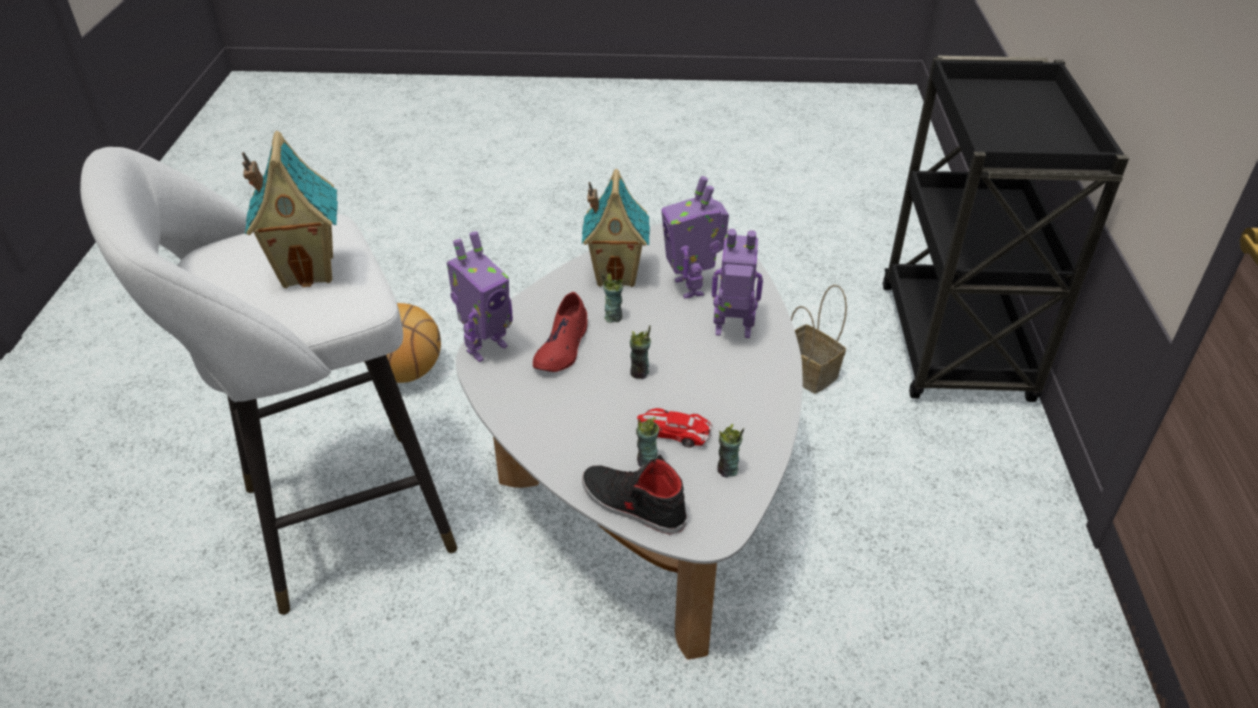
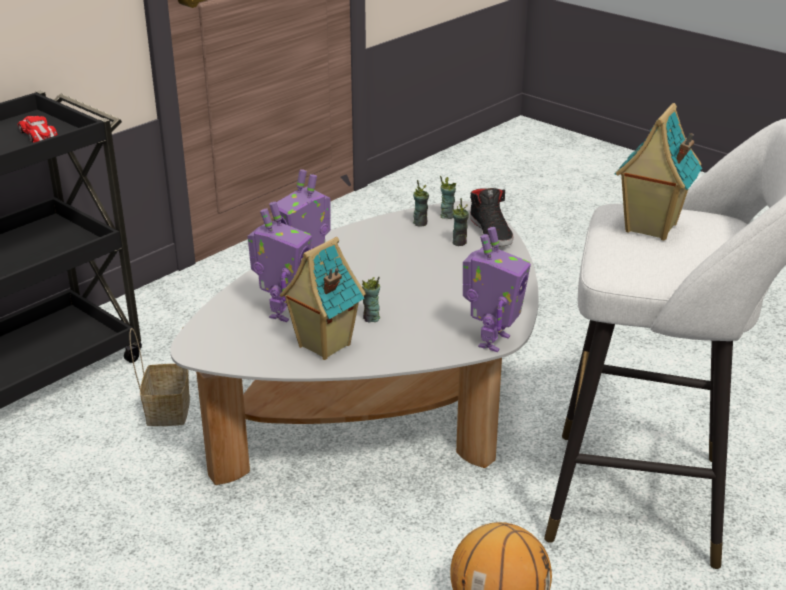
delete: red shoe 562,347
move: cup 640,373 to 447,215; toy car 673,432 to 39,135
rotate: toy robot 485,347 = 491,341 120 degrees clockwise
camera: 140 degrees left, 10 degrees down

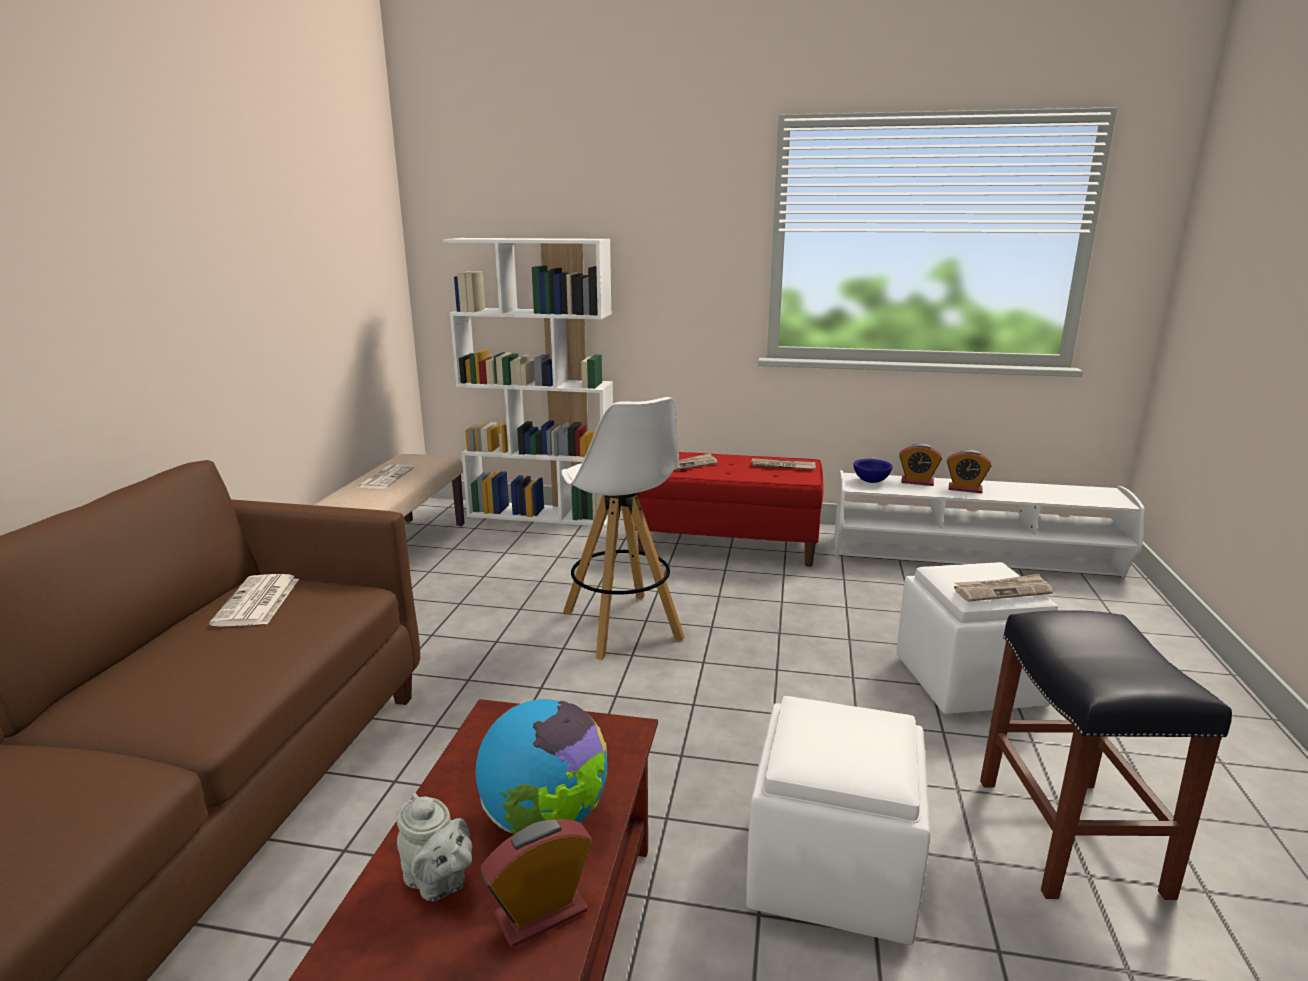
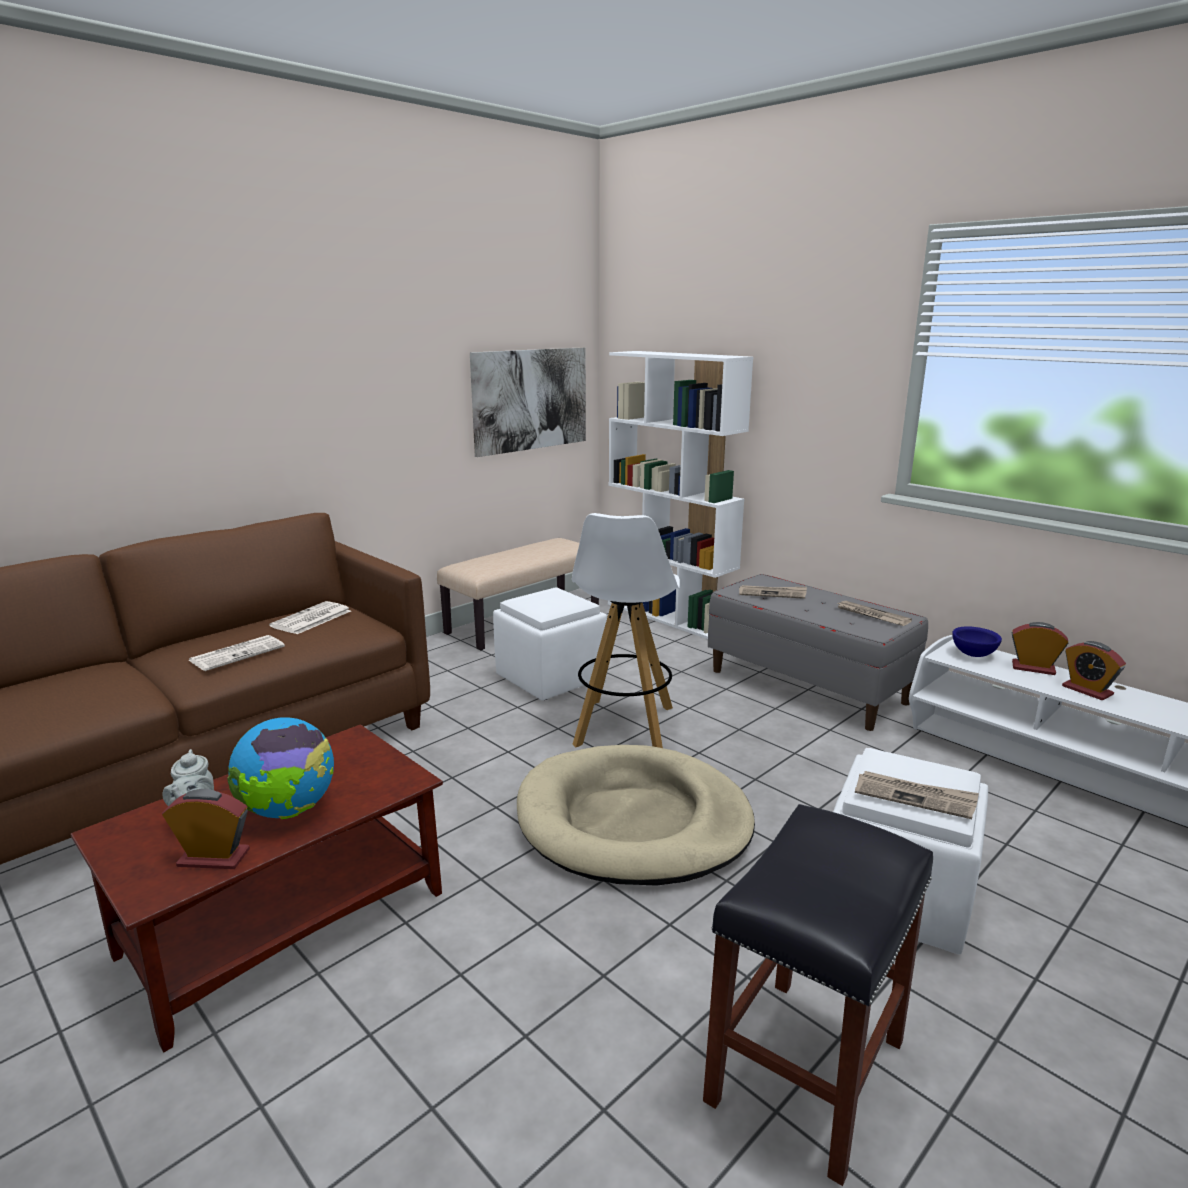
insert: picture 531,399; beige dog bed 633,821
move: newspaper 385,478 to 238,653; white ottoman 830,868 to 551,677
recolor: red bench 727,545 to grey bench 807,686
rotate: alarm clock 917,482 = 1033,668 150 degrees clockwise
camera: 35 degrees right, 0 degrees up

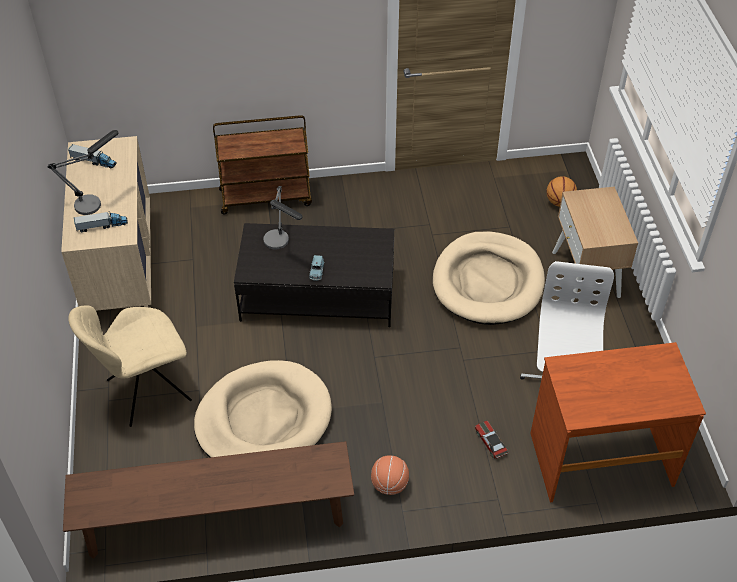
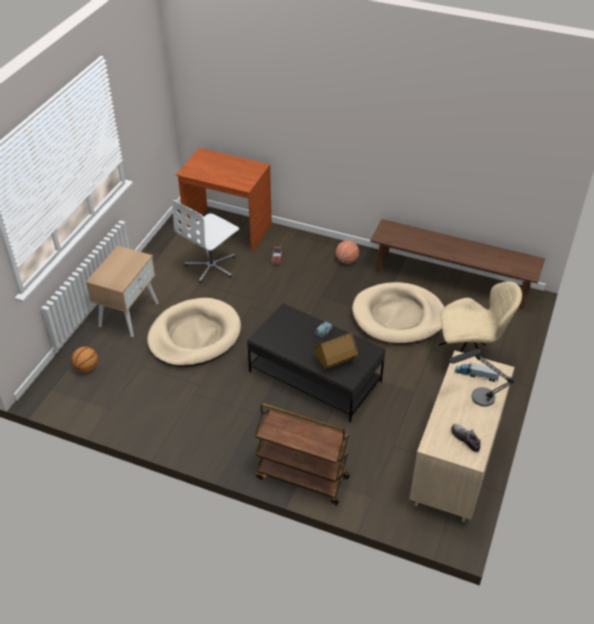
replace: toy truck 93,161 to shoe 465,439; table lamp 281,244 to toy house 335,361
camera: 150 degrees left, 5 degrees down

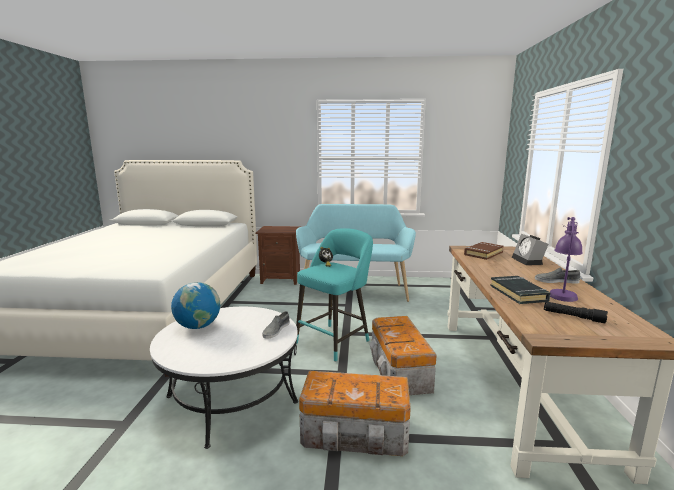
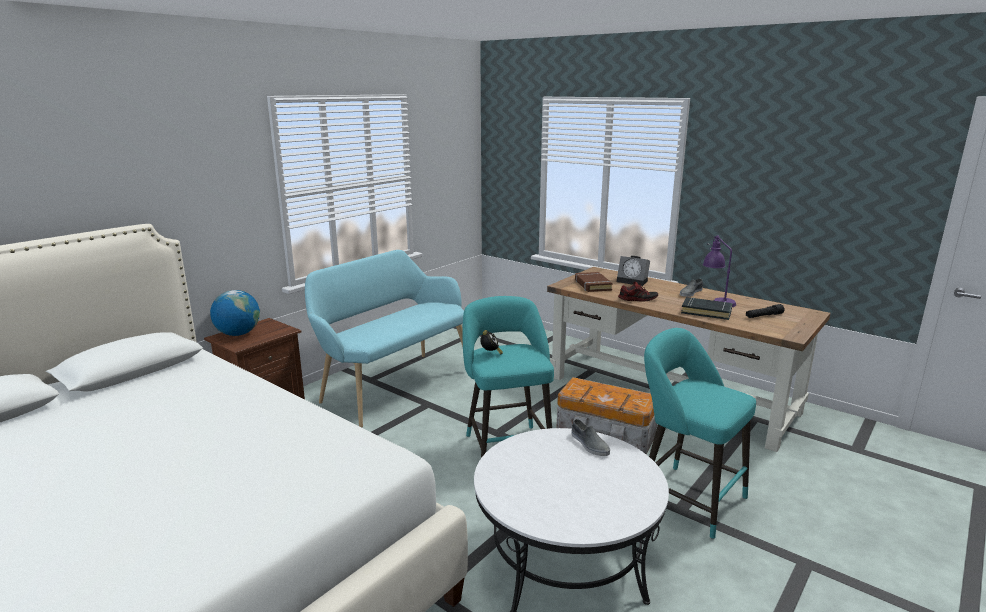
insert: shoe 637,299
move: globe 198,326 to 238,334
replace: storage box 356,433 to turquoise stool 685,498
camera: 55 degrees left, 5 degrees up

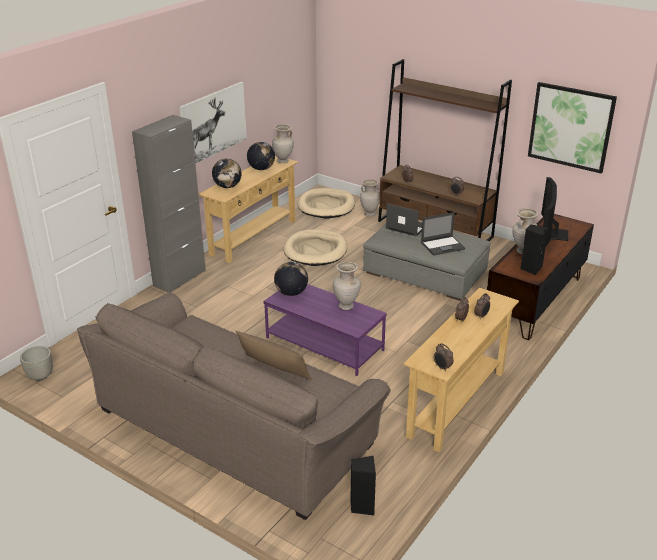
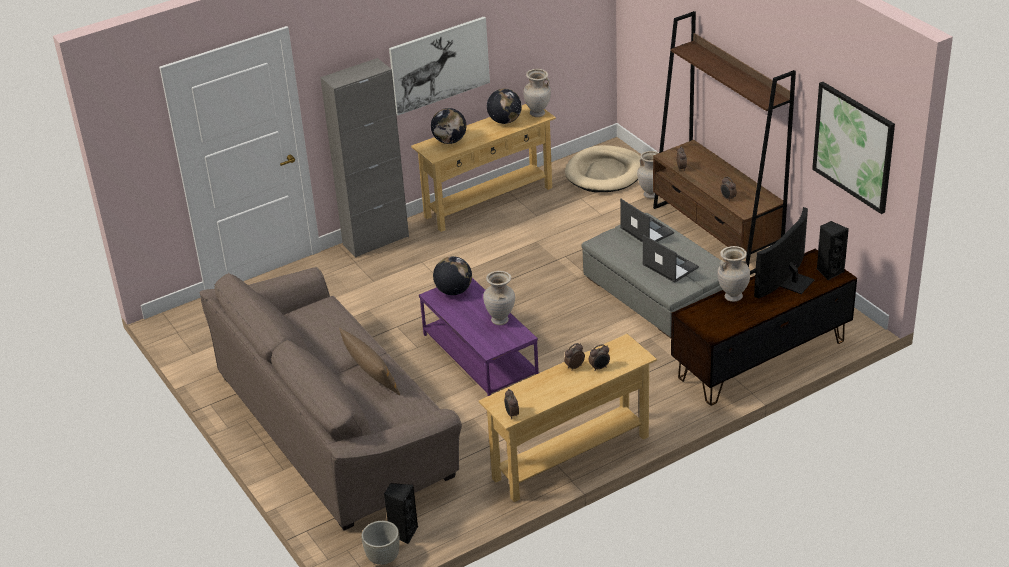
delete: beige dog bed 315,250
move: grey planter 40,376 to 383,558; black speaker 531,268 to 829,271
rotate: laptop 443,246 = 669,266 135 degrees counterclockwise
camera: 25 degrees right, 5 degrees up

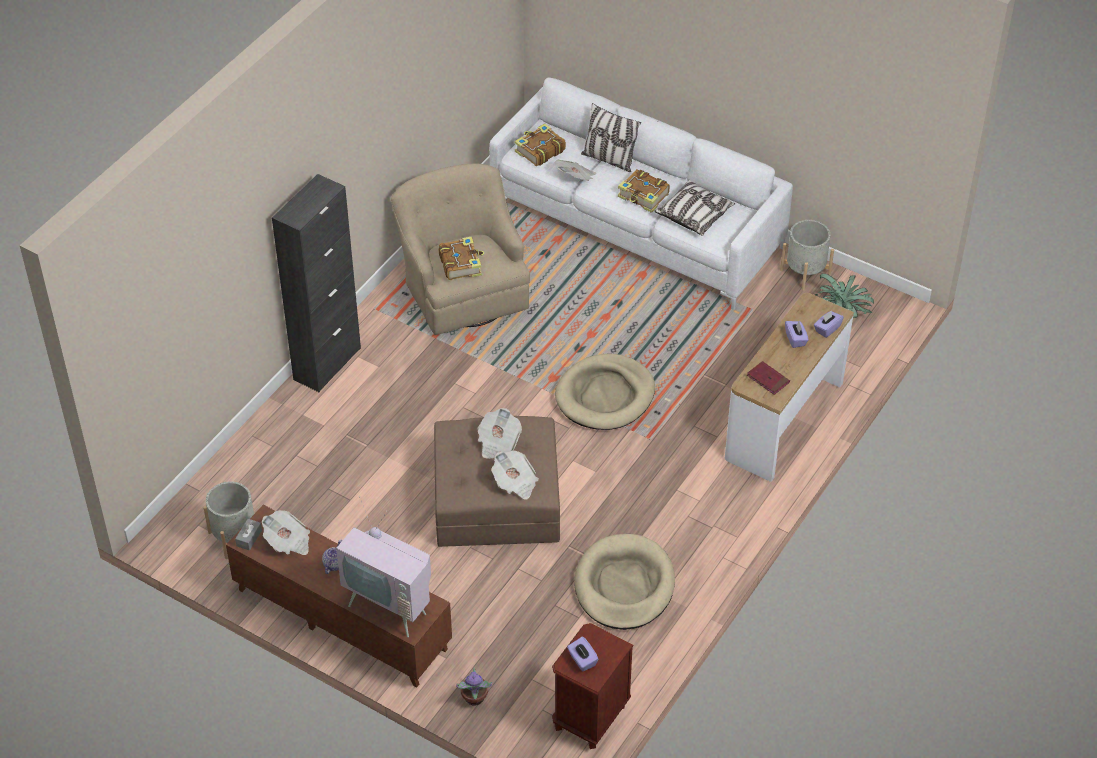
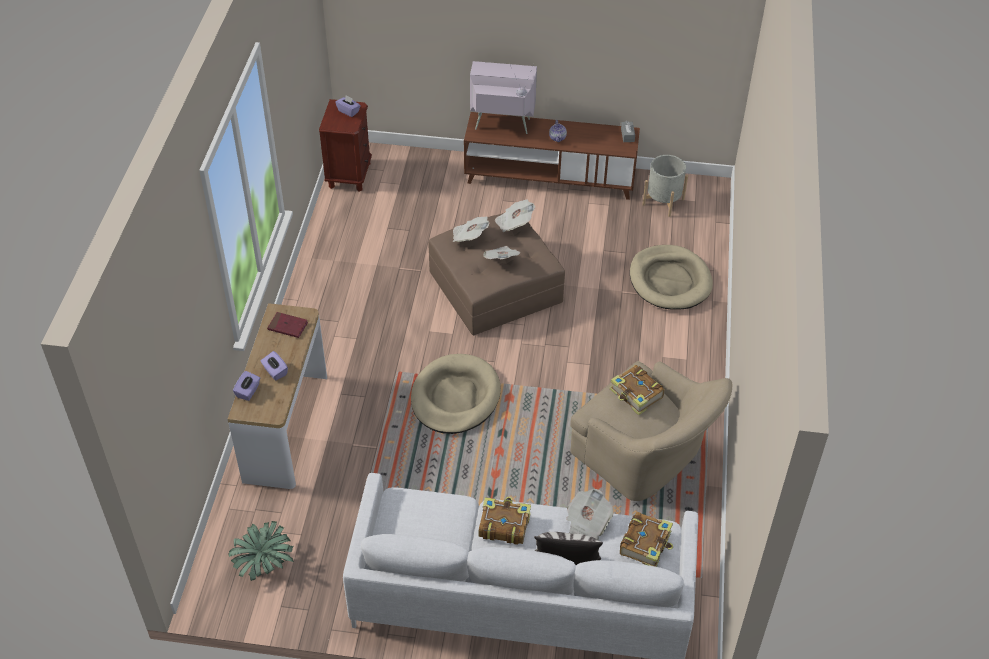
delete: black cabinet 327,364; potted plant 474,699; pillow 694,215; grey planter 805,272
move: newspaper 288,542 to 514,223; beige dog bed 624,585 to 670,280
camera: 155 degrees right, 0 degrees up

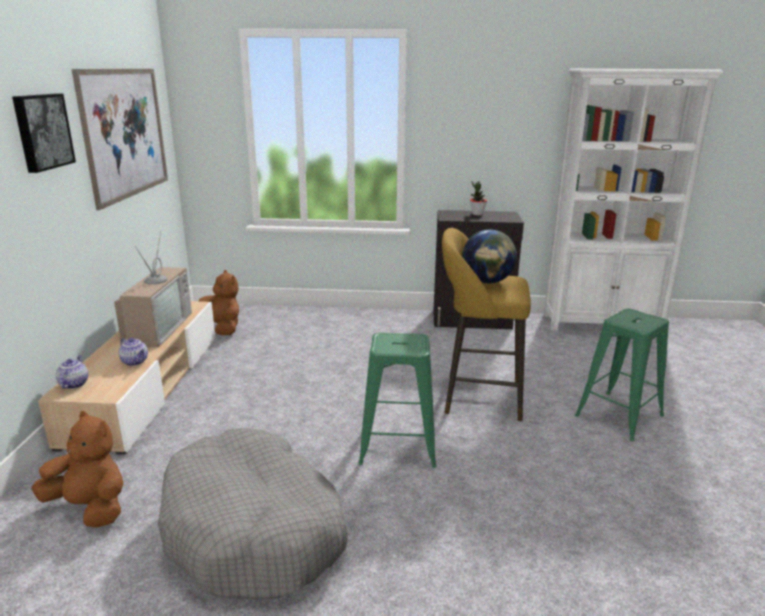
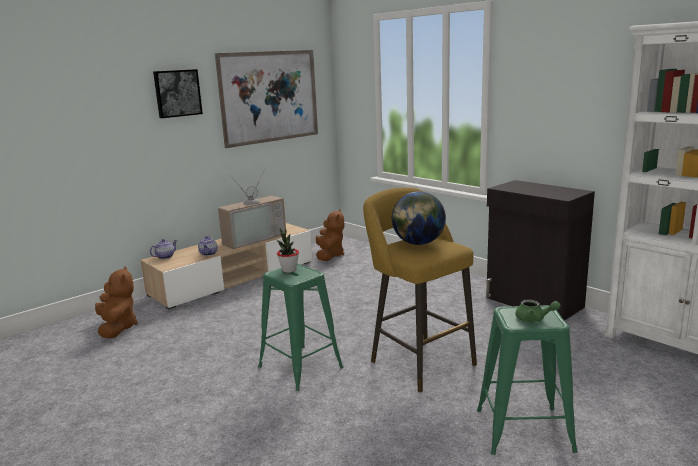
delete: grey dog bed 254,530
insert: green teapot 534,319
move: potted plant 477,214 to 289,270
camera: 45 degrees right, 5 degrees down

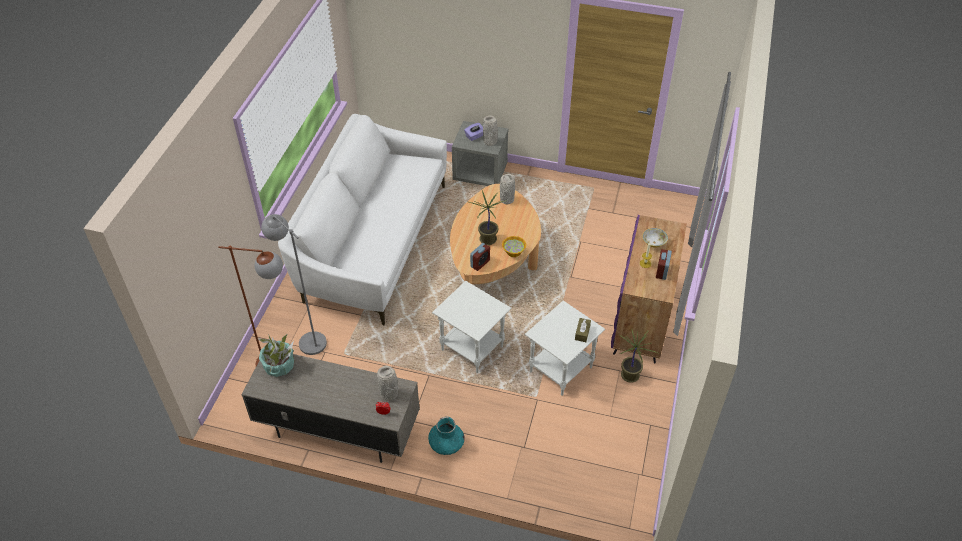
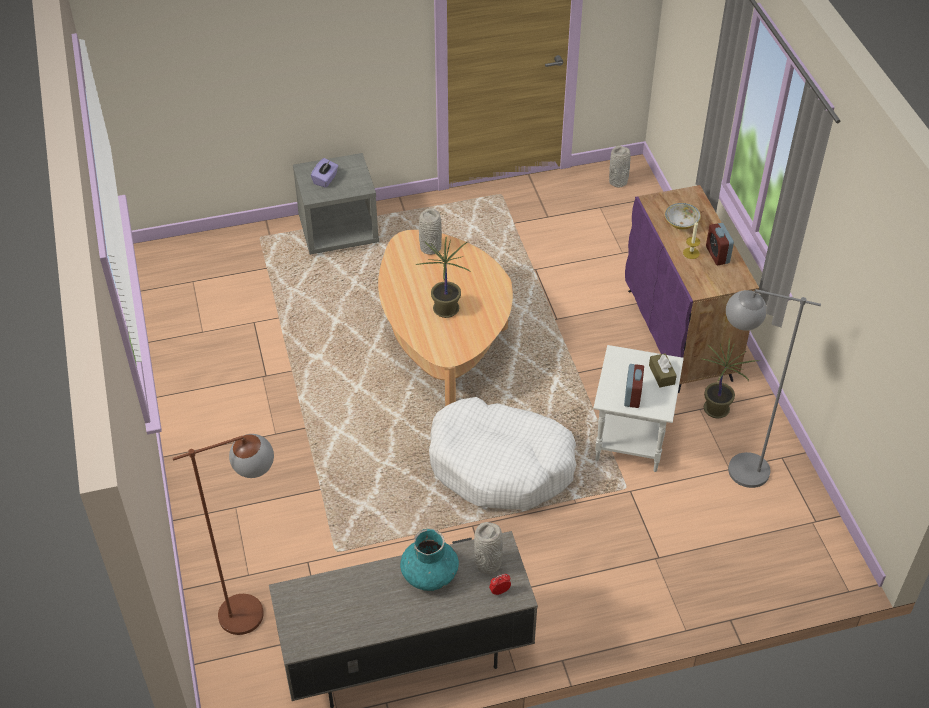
delete: potted plant 279,365; white sofa 373,243; bowl 514,252
move: grey floor lamp 306,338 to 733,467; turquoise vase 446,444 to 429,574; alarm clock 480,263 to 632,396; grey vase 490,142 to 618,181
replace: white side table 471,348 to white dog bed 500,465
camera: 30 degrees left, 0 degrees up

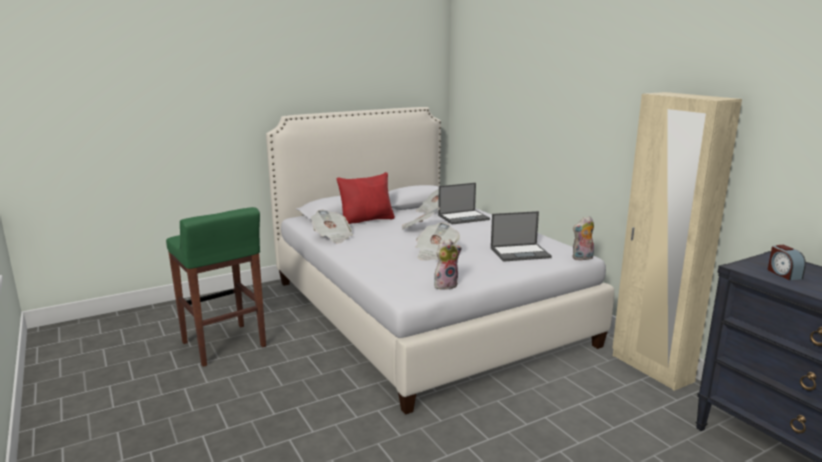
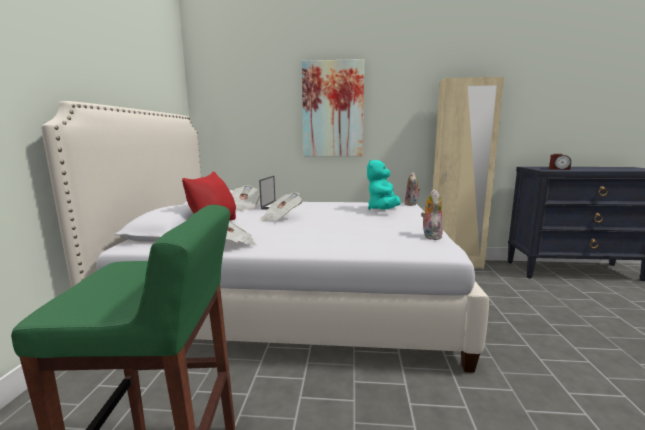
delete: newspaper 435,254
insert: picture 332,109
replace: laptop 520,253 to turquoise plush toy 383,210
camera: 55 degrees left, 5 degrees down

